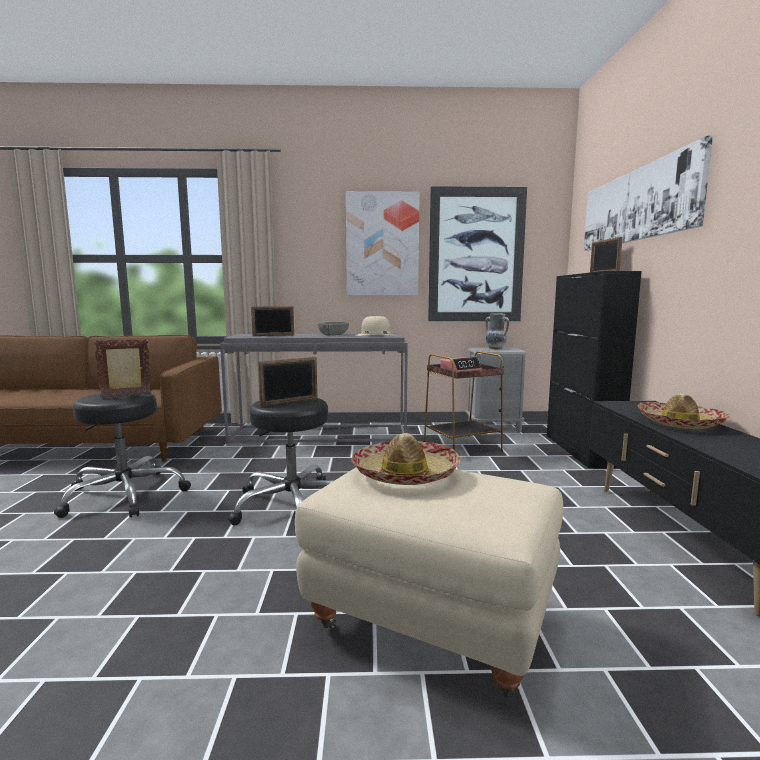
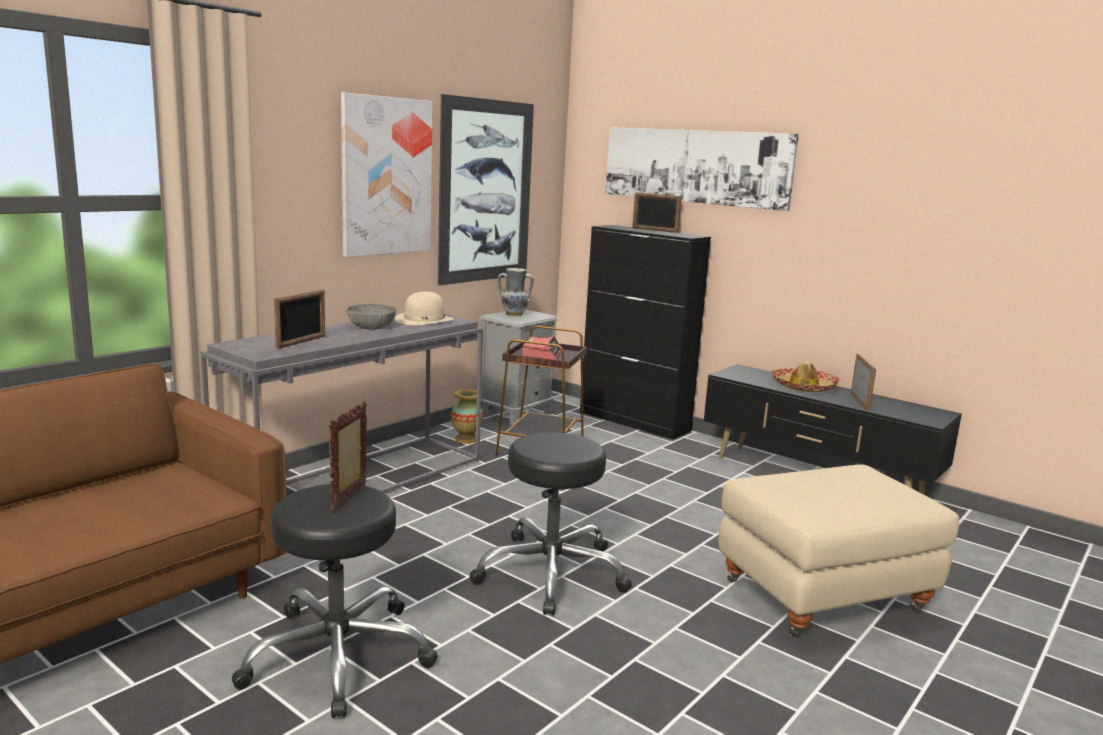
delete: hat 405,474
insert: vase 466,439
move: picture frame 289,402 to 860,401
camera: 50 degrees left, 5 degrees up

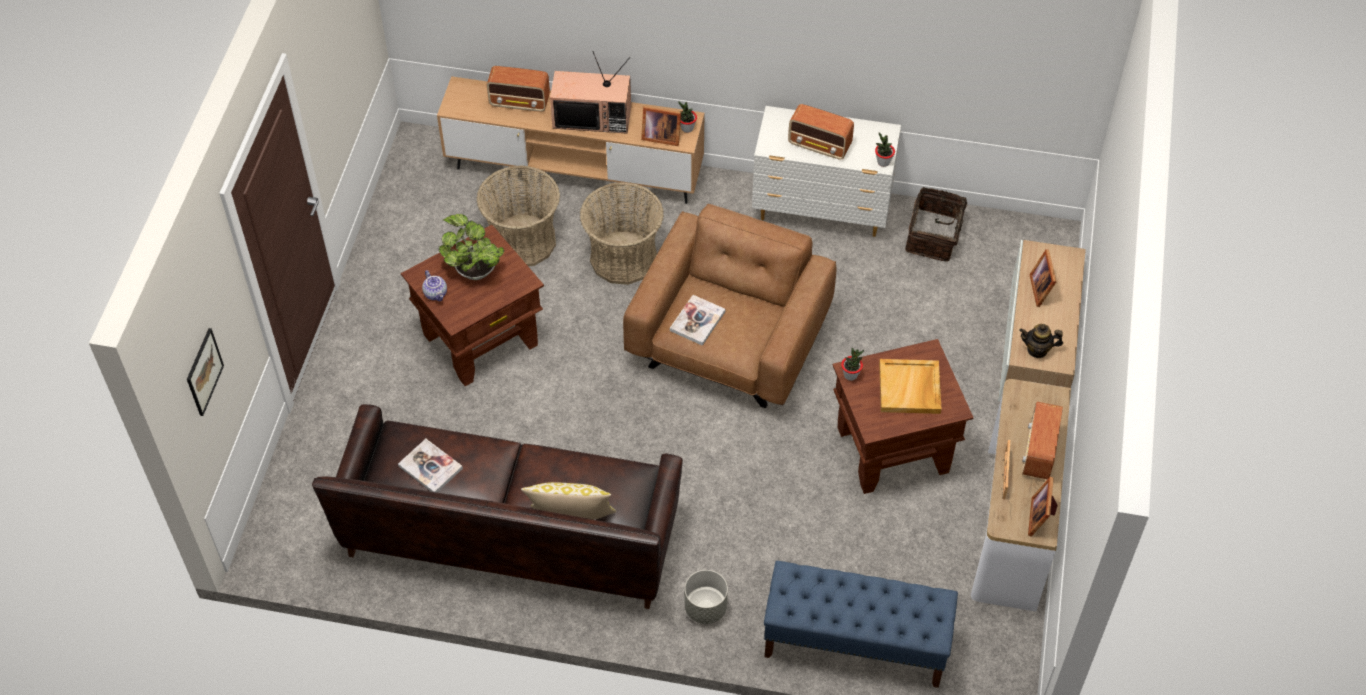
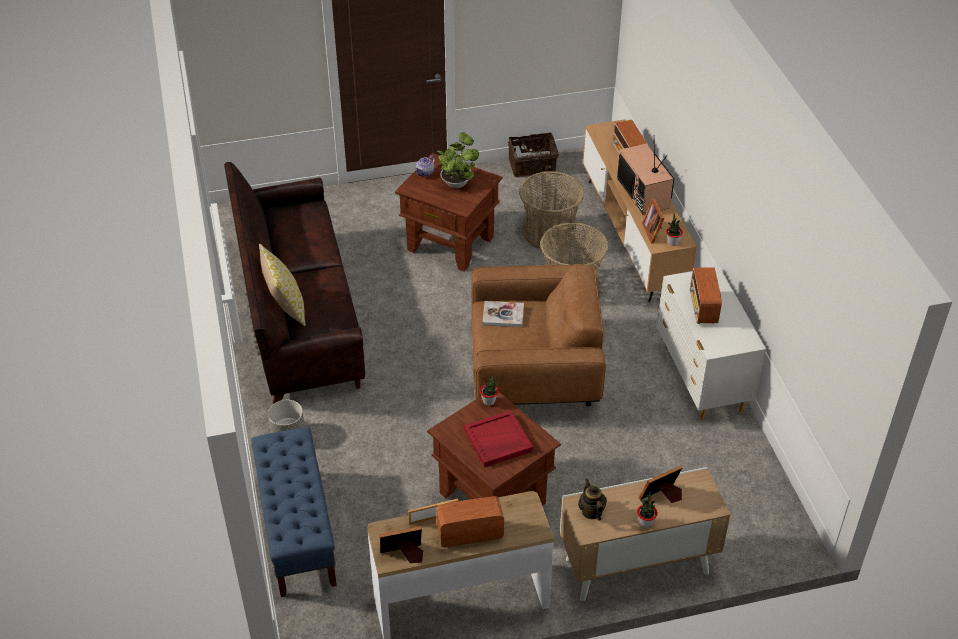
delete: picture 204,372; book 430,467
move: potted plant 883,162 to 645,522; basket 934,236 to 532,166
recolor: beige tray 910,389 to red tray 497,441
camera: 65 degrees right, 10 degrees down

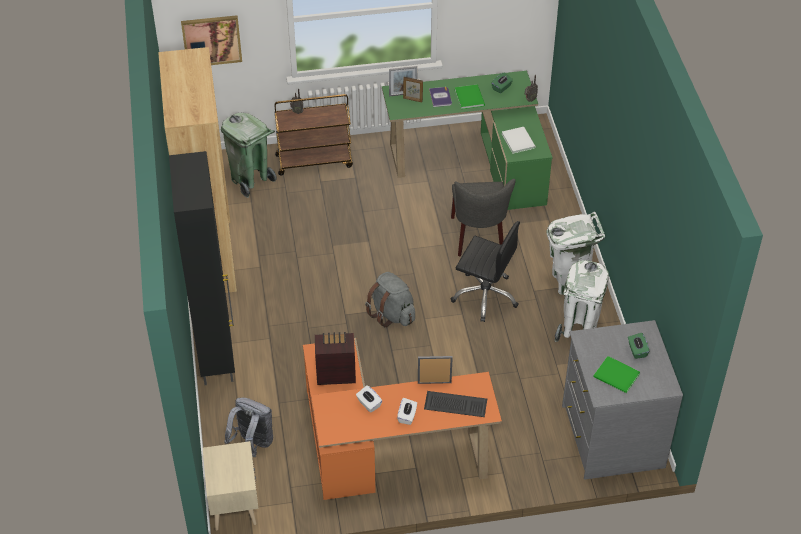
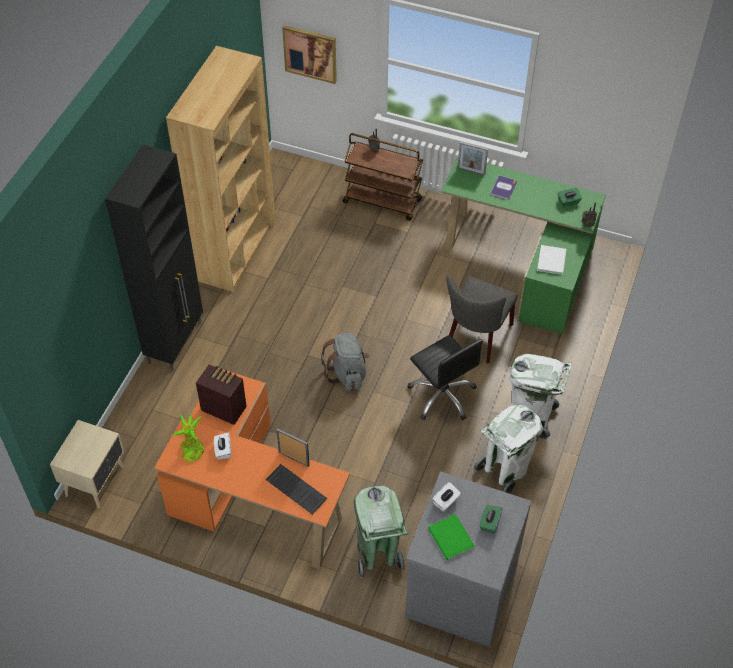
delete: grey backpack 253,443; picture frame 412,99; green book 470,97
insert: potted plant 191,449
move: green trash can 250,180 to 377,554; white tissue box 407,416 to 446,502
camera: 30 degrees right, 5 degrees up

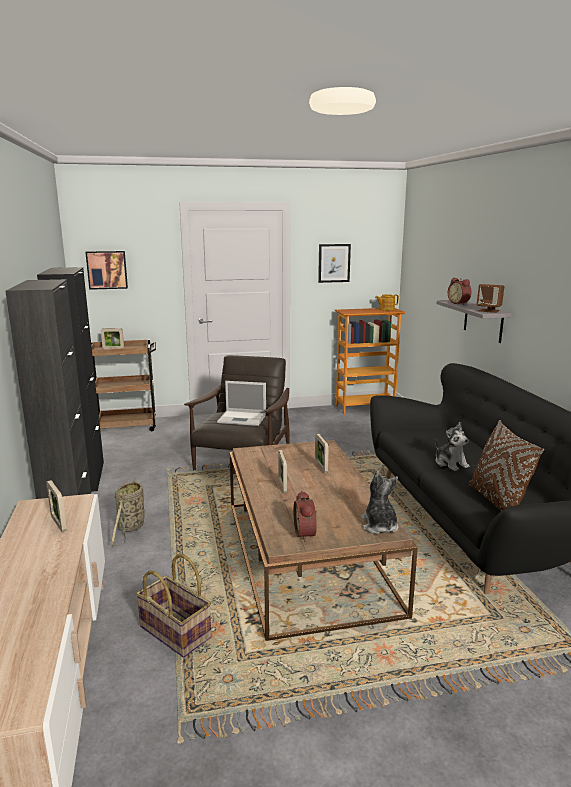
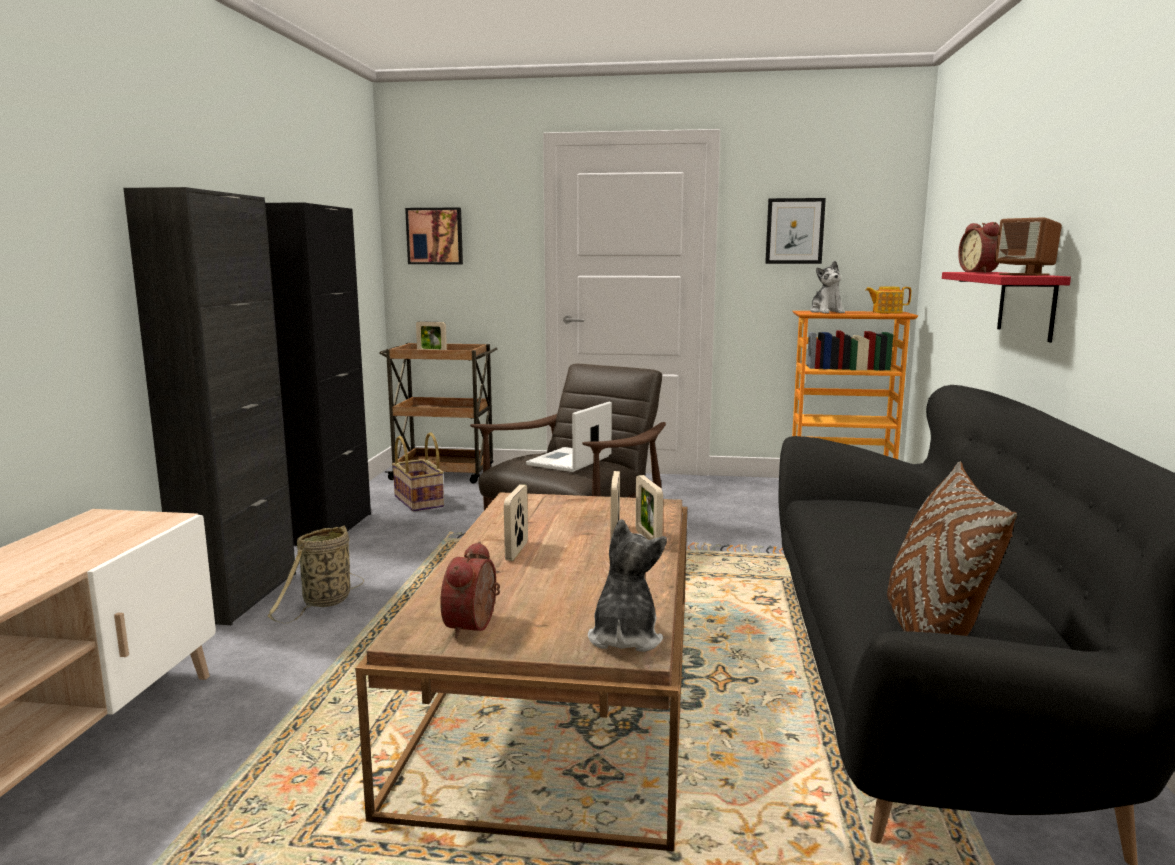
move: picture frame 58,523 to 648,538; basket 176,631 to 420,501; plush toy 450,463 to 826,312
recolor: grey shelf 483,321 to red shelf 1026,304
rotate: laptop 243,418 = 569,461 90 degrees clockwise
camera: 20 degrees right, 5 degrees down

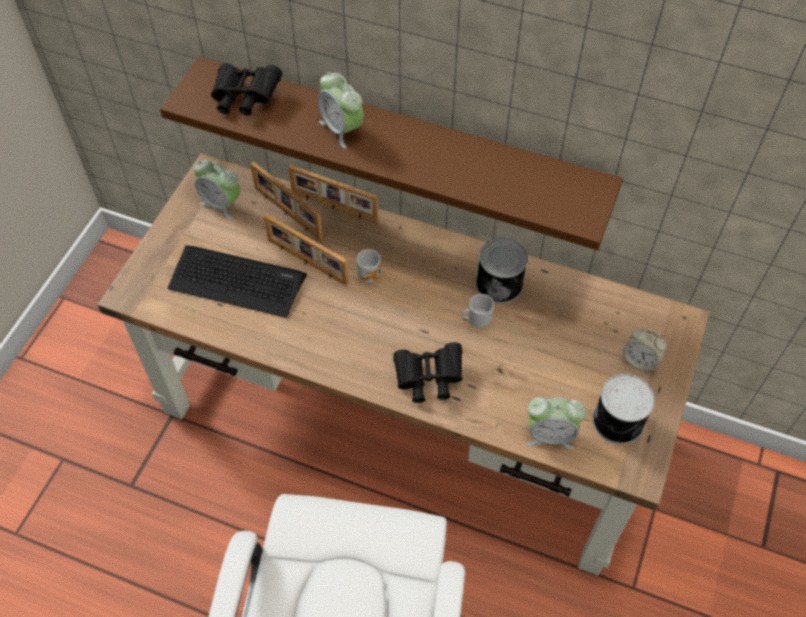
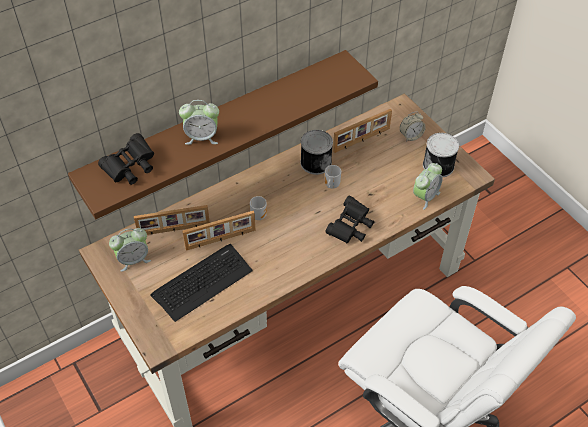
move: picture frame 334,207 to 362,140
camera: 55 degrees left, 5 degrees down

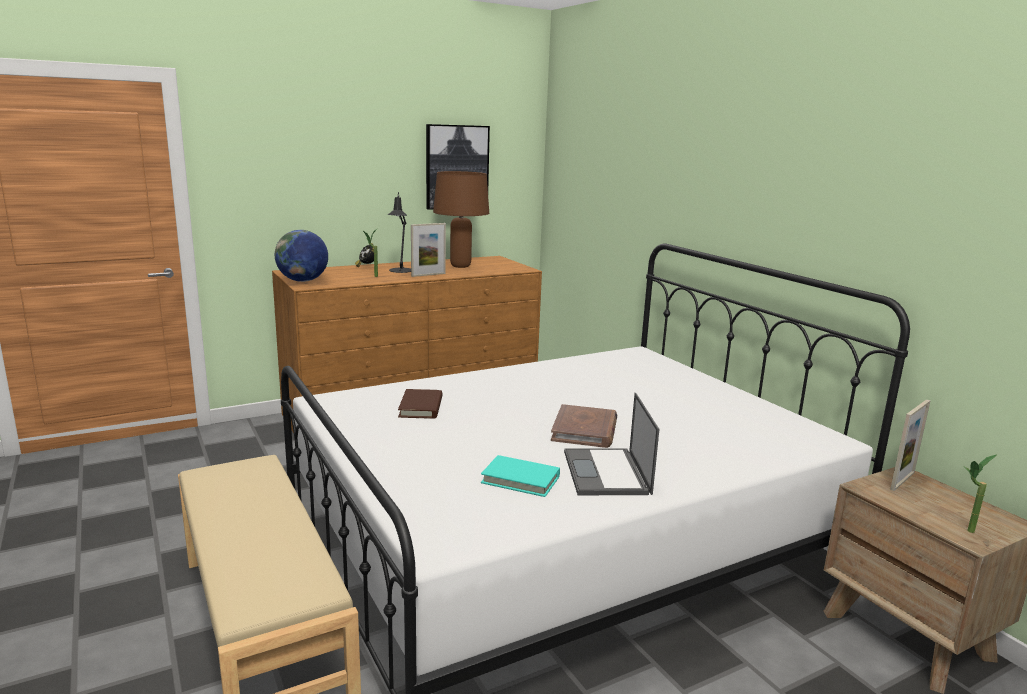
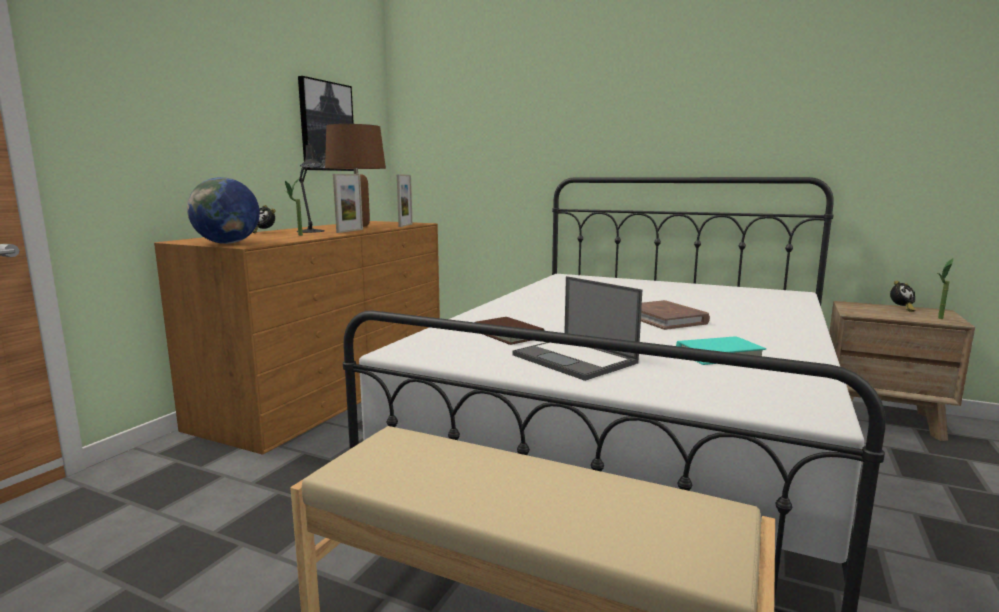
insert: alarm clock 901,309
move: laptop 607,473 to 576,359; picture frame 902,481 to 405,225
camera: 35 degrees left, 5 degrees down

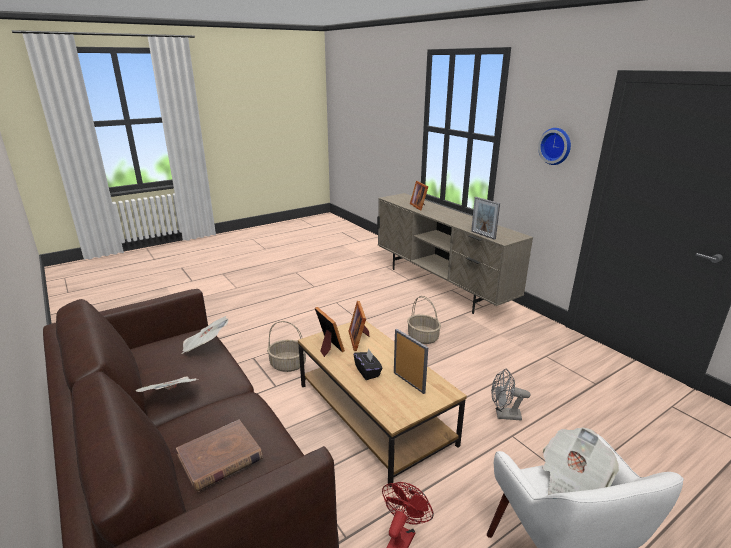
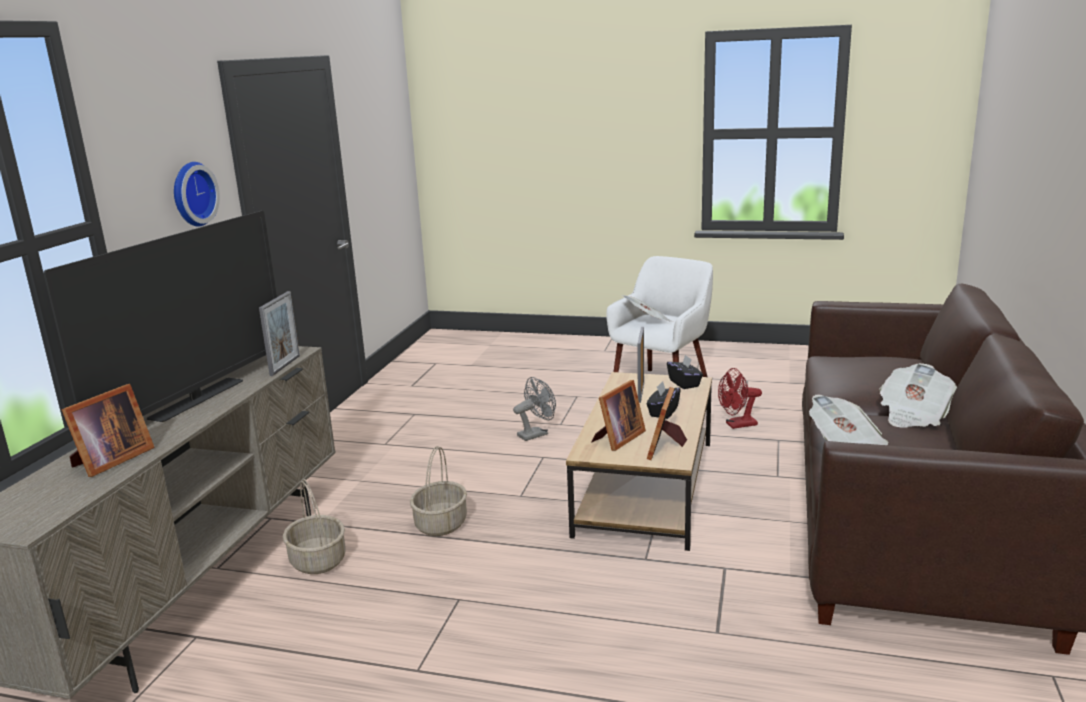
delete: brown book 220,457
insert: television 197,400; black tissue box 684,383
move: basket 287,365 to 318,561
rotate: grey fan 504,415 = 536,434 90 degrees counterclockwise
camera: 130 degrees left, 5 degrees down

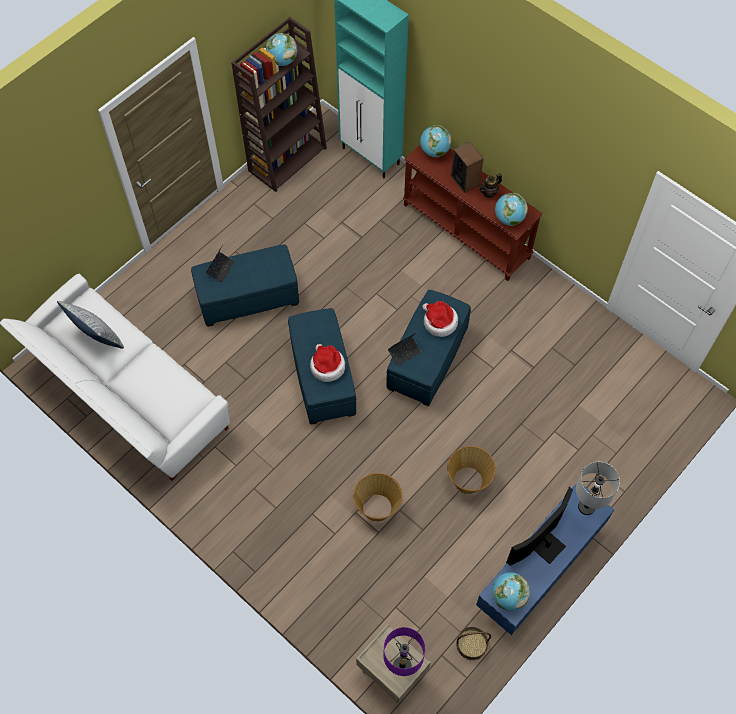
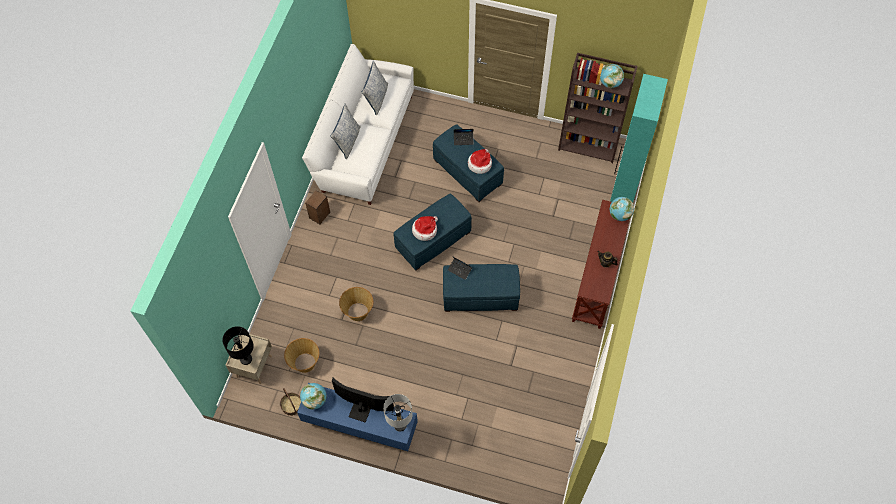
delete: globe 509,219
insert: pillow 347,141
move: hat 439,322 to 480,164; basket 468,481 to 305,363; speaker 465,180 to 320,215
recolor: purple table lamp 402,666 to black table lamp 246,359
camera: 65 degrees right, 0 degrees up

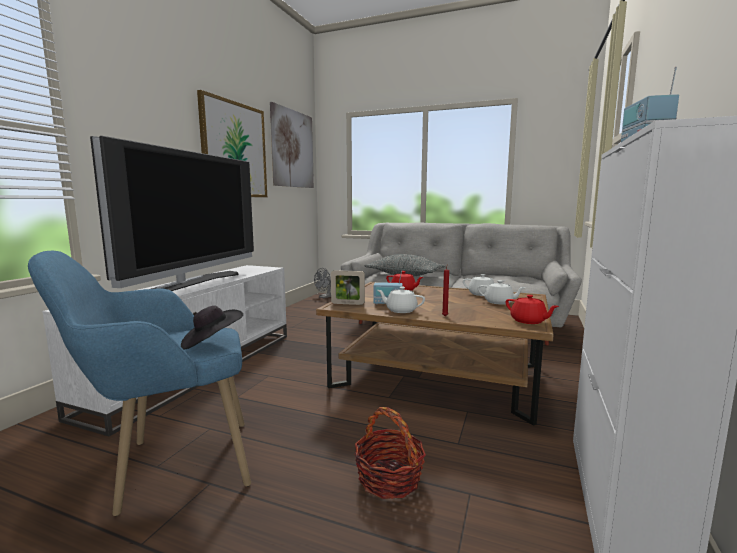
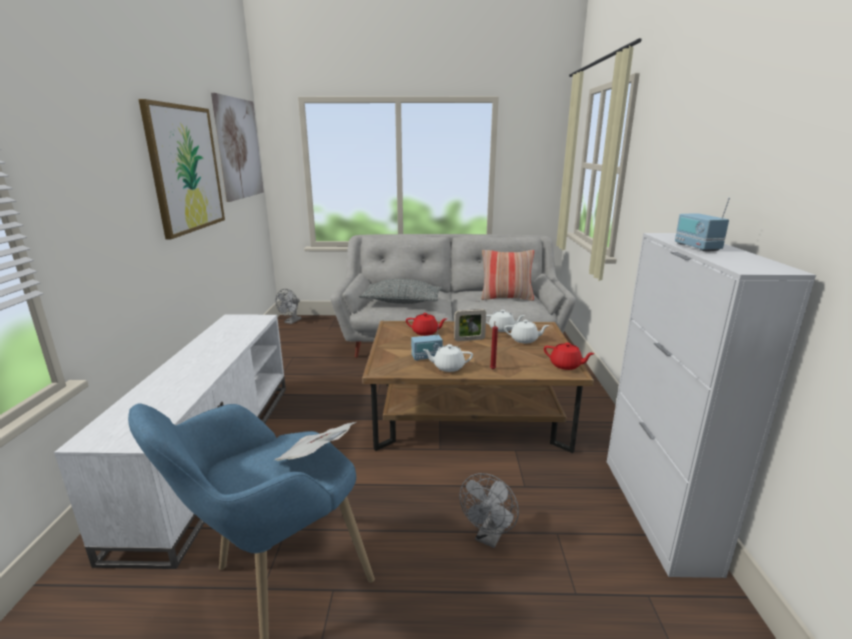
delete: television 189,285
insert: pillow 506,298
move: picture frame 348,303 to 469,339
replace: black hat 211,343 to newspaper 317,459; basket 389,478 to grey fan 489,537
camera: 20 degrees left, 10 degrees up

